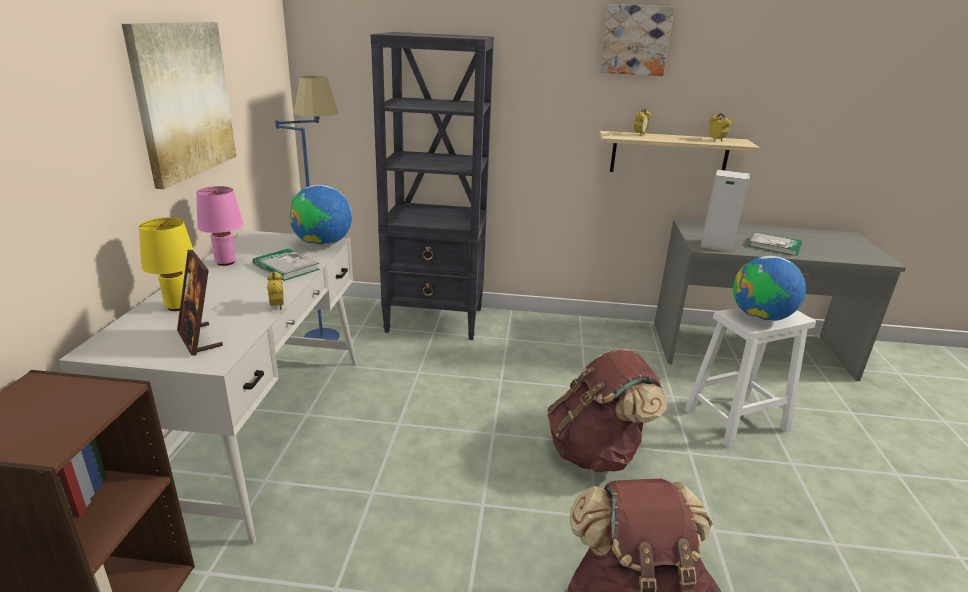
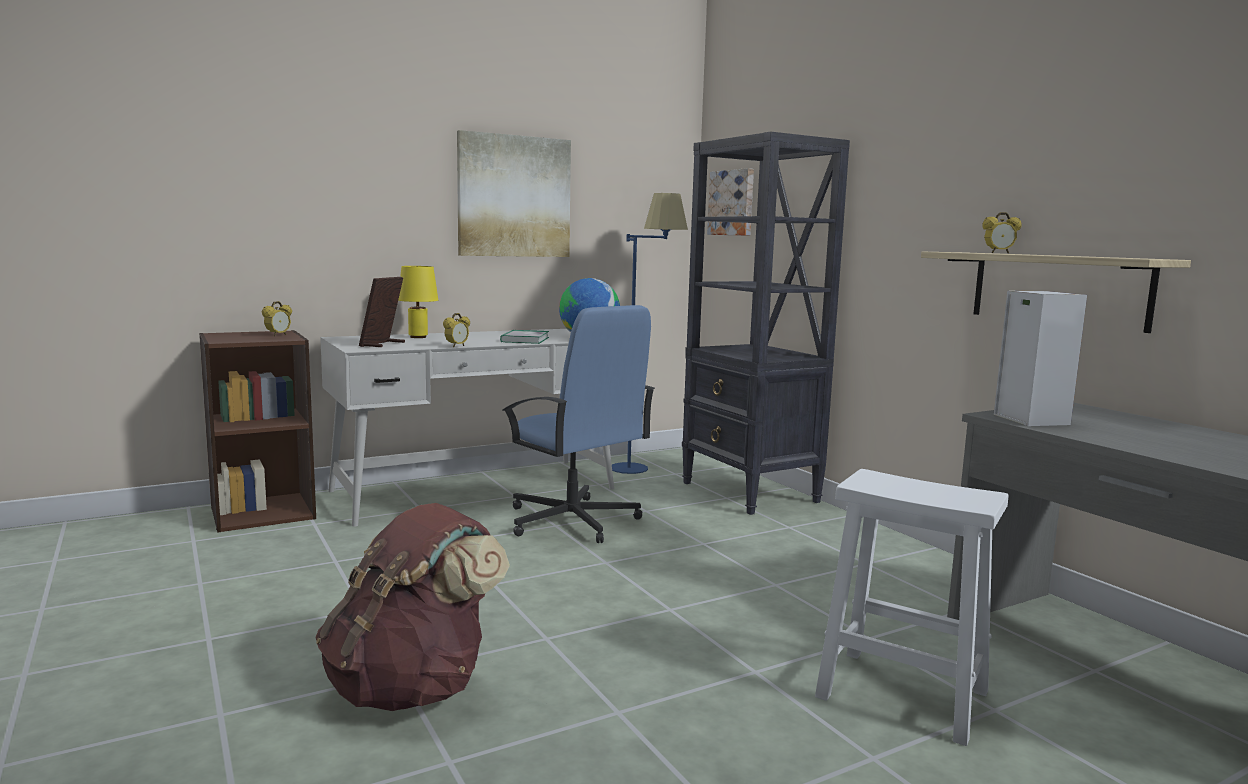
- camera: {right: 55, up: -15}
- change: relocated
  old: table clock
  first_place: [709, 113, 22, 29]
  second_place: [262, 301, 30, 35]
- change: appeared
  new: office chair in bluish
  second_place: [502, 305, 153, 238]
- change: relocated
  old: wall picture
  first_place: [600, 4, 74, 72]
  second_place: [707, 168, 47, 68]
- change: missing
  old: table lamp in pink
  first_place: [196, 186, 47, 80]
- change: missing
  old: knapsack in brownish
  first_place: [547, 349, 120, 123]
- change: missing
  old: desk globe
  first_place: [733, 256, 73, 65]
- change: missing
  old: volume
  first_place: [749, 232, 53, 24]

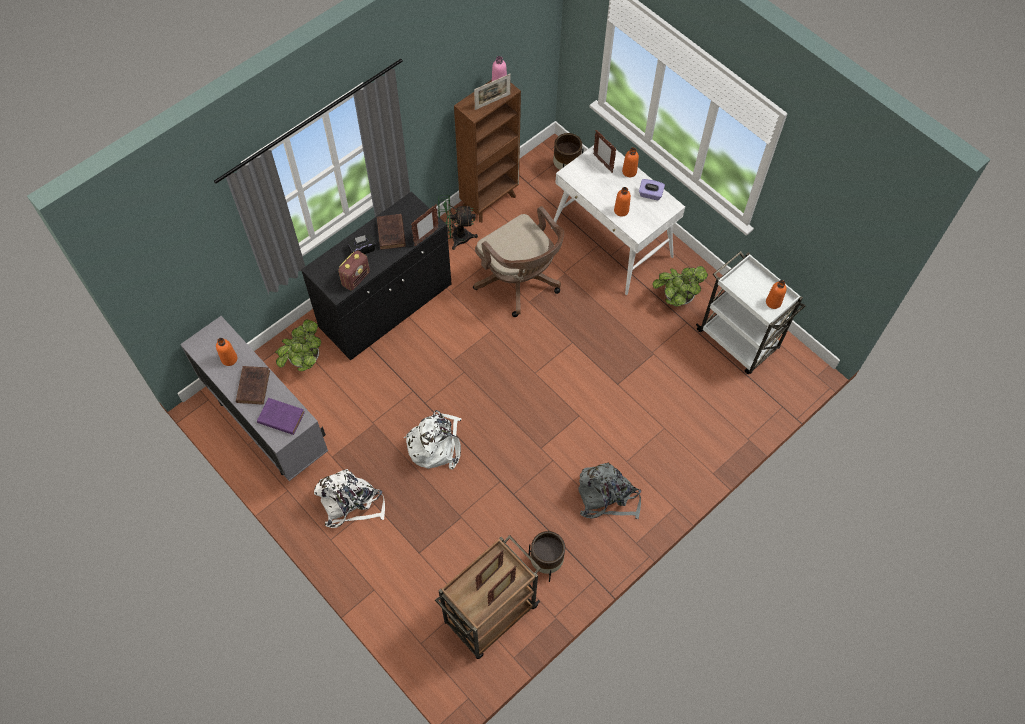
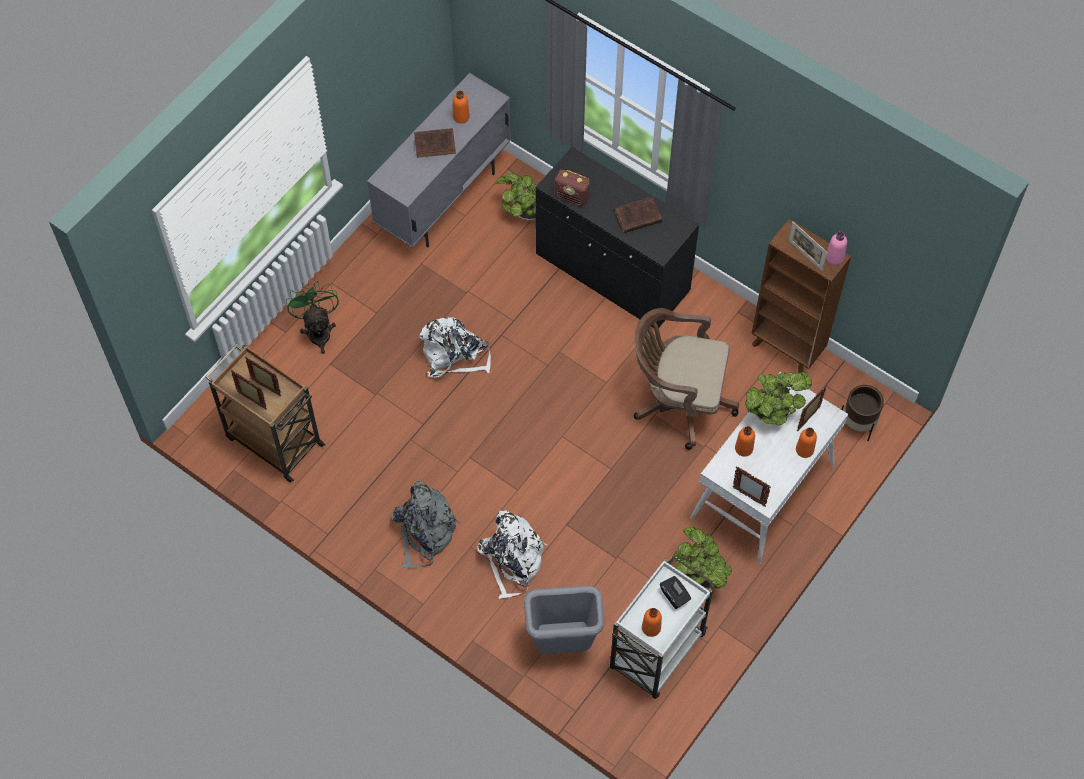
- camera: {right: 80, up: 0}
- change: relocated
  old: cooling fan in green-coloured
  first_place: [438, 195, 40, 55]
  second_place: [286, 281, 53, 73]
- change: relocated
  old: knapsack in white
  first_place: [314, 469, 71, 59]
  second_place: [477, 510, 71, 89]
- change: appeared
  new: trash can in greyish
  second_place: [524, 586, 80, 68]
- change: spun
  old: office chair in brownish
  first_place: [473, 206, 91, 111]
  second_place: [634, 308, 105, 142]
  degrees: 60
- change: relocated
  old: tissue holder in black
  first_place: [348, 235, 28, 19]
  second_place: [660, 576, 31, 33]
- change: relocated
  old: standing frame
  first_place: [411, 204, 28, 42]
  second_place: [733, 466, 38, 41]
- change: appeared
  new: potted plant
  second_place: [745, 372, 67, 53]
- change: missing
  old: volume in purplish
  first_place: [257, 398, 48, 37]
- change: missing
  old: planter in brownish
  first_place: [529, 531, 36, 51]
- change: missing
  old: tissue holder in purplish
  first_place: [639, 179, 26, 21]

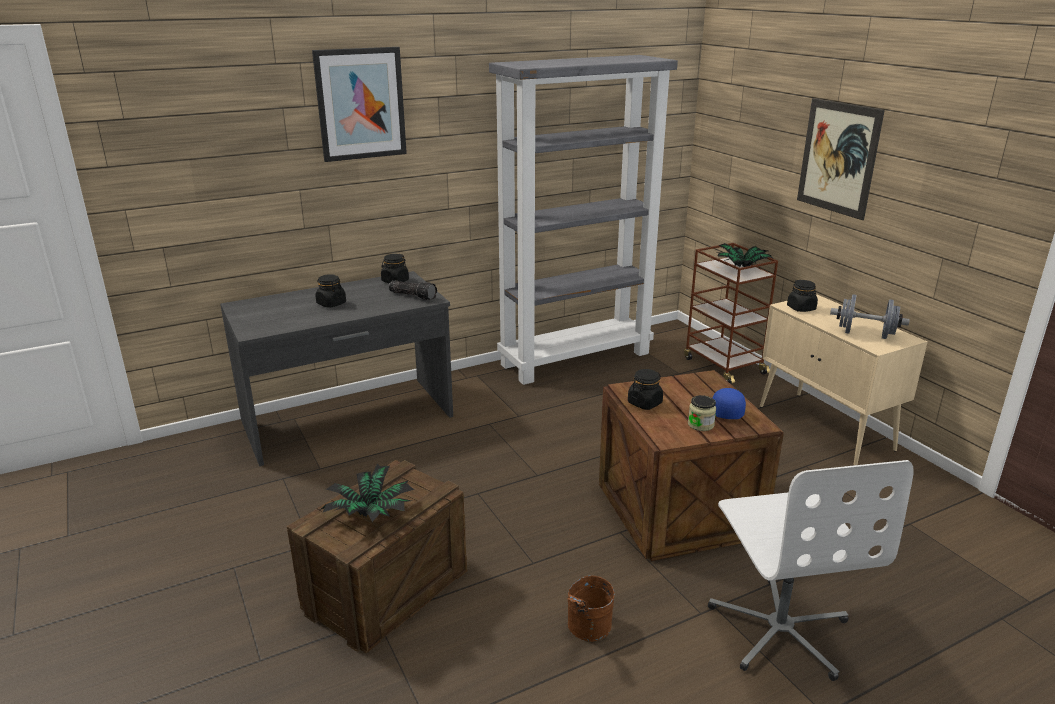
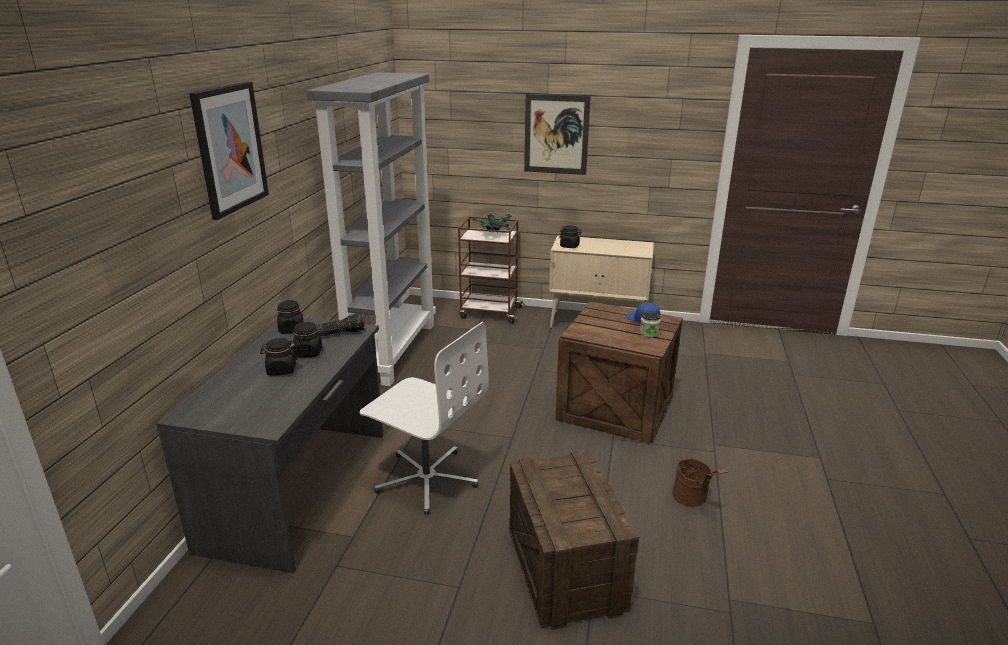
- camera: {right: -50, up: 0}
- change: relocated
  old: preserve jar in black
  first_place: [628, 369, 35, 41]
  second_place: [293, 322, 29, 35]
- change: relocated
  old: office chair in white
  first_place: [708, 460, 206, 221]
  second_place: [359, 322, 130, 193]
- change: missing
  old: potted plant
  first_place: [320, 464, 94, 58]
- change: missing
  old: dumbbell in greyish
  first_place: [830, 294, 80, 45]

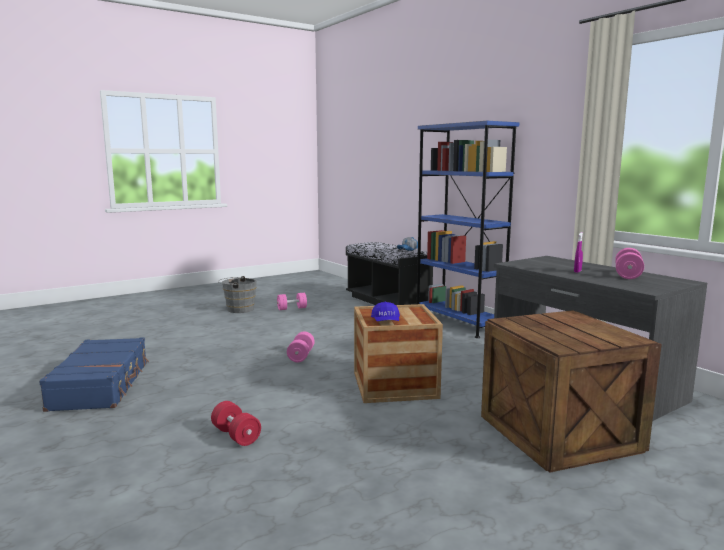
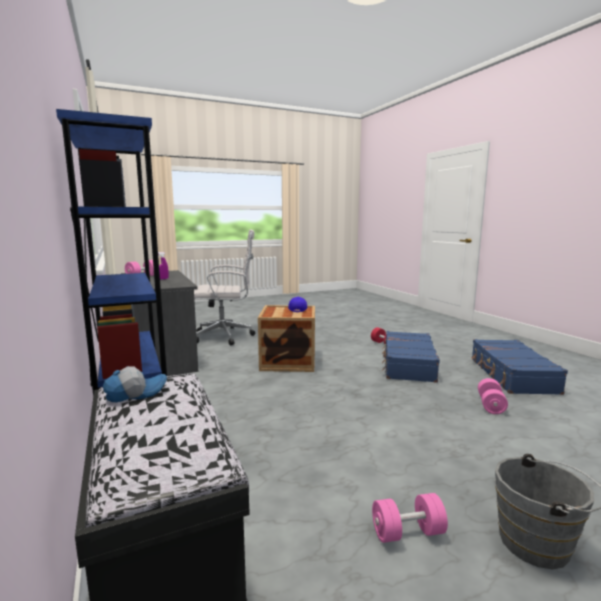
- camera: {right: -170, up: 0}
- change: exchanged
  old: shipping crate
  new: office chair in white
  first_place: [481, 310, 181, 163]
  second_place: [194, 229, 61, 116]
- change: appeared
  new: travel case in bluish
  second_place: [382, 331, 58, 52]
- change: relocated
  old: dumbbell in pink
  first_place: [287, 331, 28, 31]
  second_place: [478, 378, 30, 36]

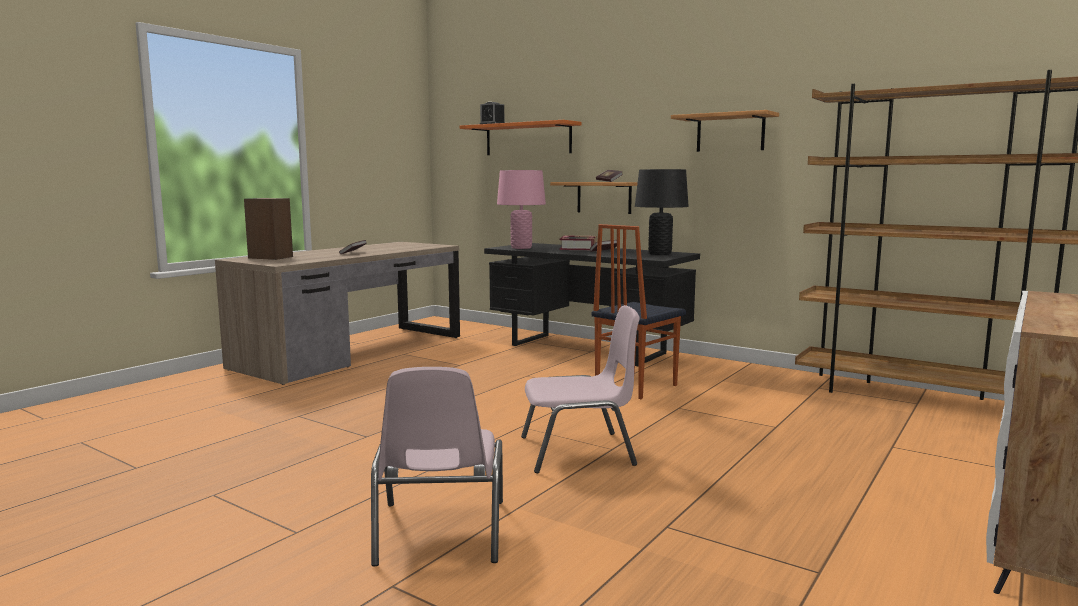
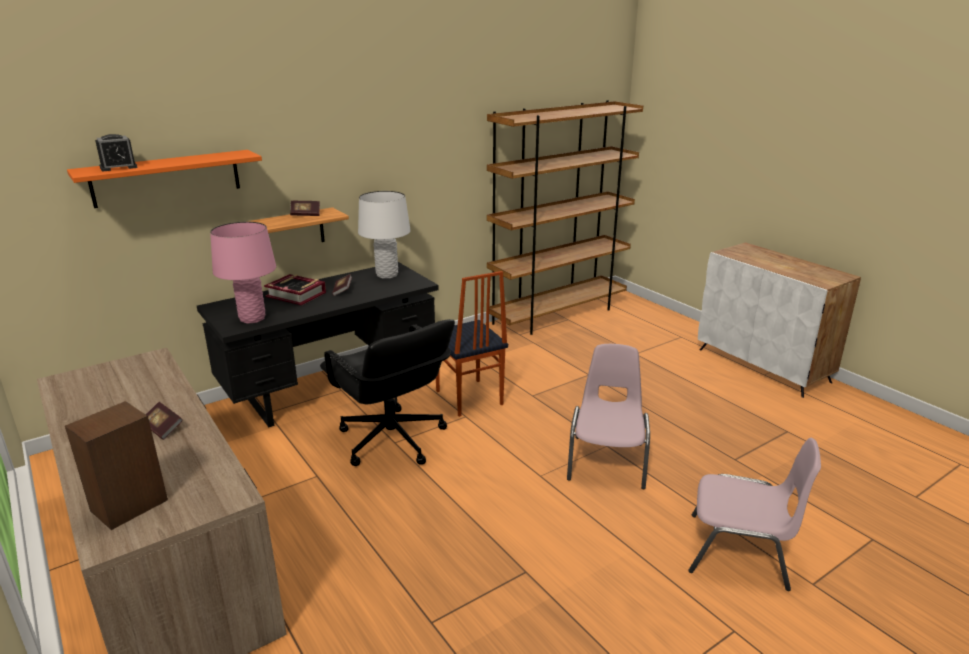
- camera: {right: -70, up: 15}
- change: appeared
  new: office chair in black
  second_place: [320, 319, 135, 147]
- change: colour
  old: table lamp in black
  new: table lamp in white
  first_place: [635, 169, 54, 86]
  second_place: [358, 191, 53, 88]
- change: missing
  old: shelf
  first_place: [671, 110, 108, 42]

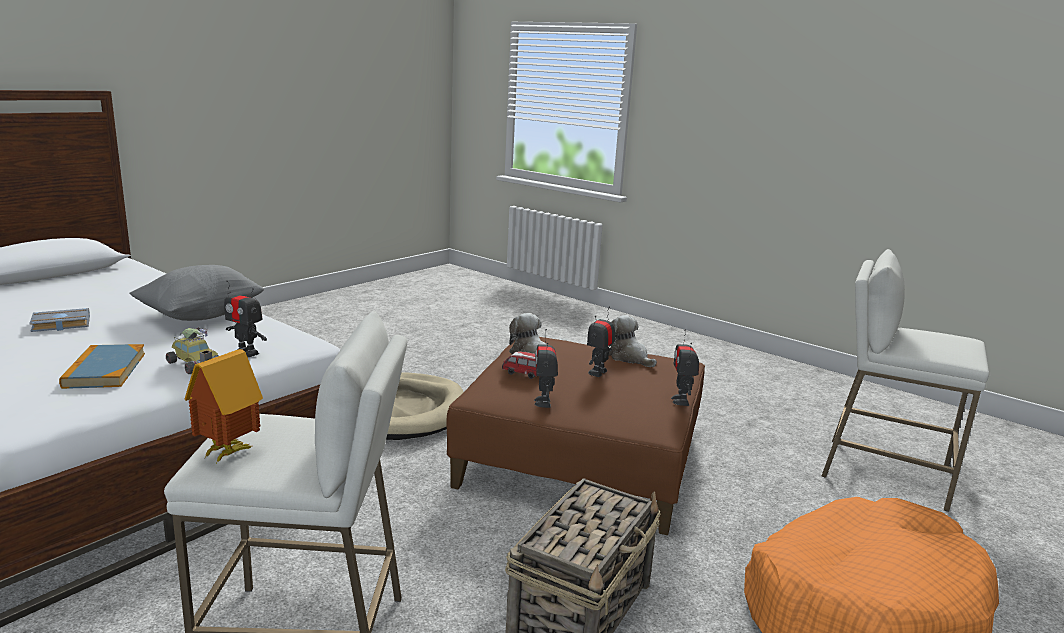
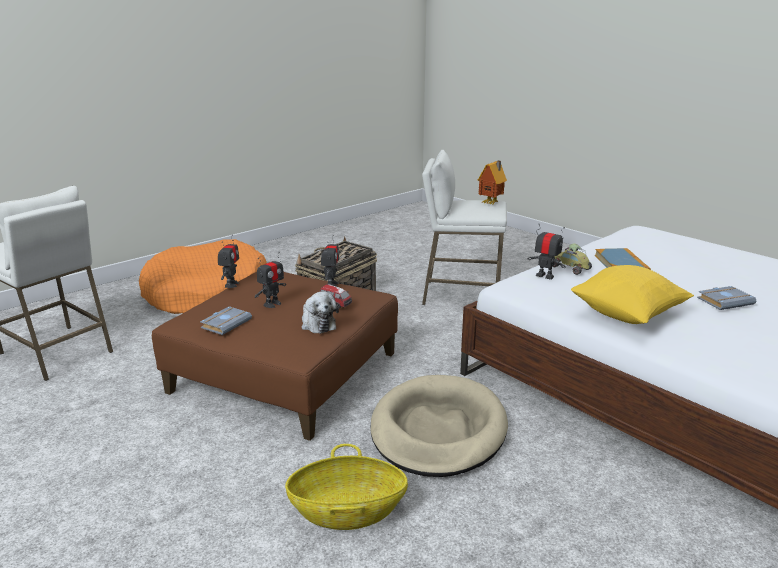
- camera: {right: -170, up: 5}
- change: exchanged
  old: plush toy
  new: volume in greyish
  first_place: [609, 315, 48, 52]
  second_place: [200, 306, 52, 29]
- change: appeared
  new: basket
  second_place: [285, 444, 123, 86]
- change: colour
  old: pillow in greyish
  new: pillow in yellow
  first_place: [129, 265, 135, 56]
  second_place: [571, 265, 123, 59]

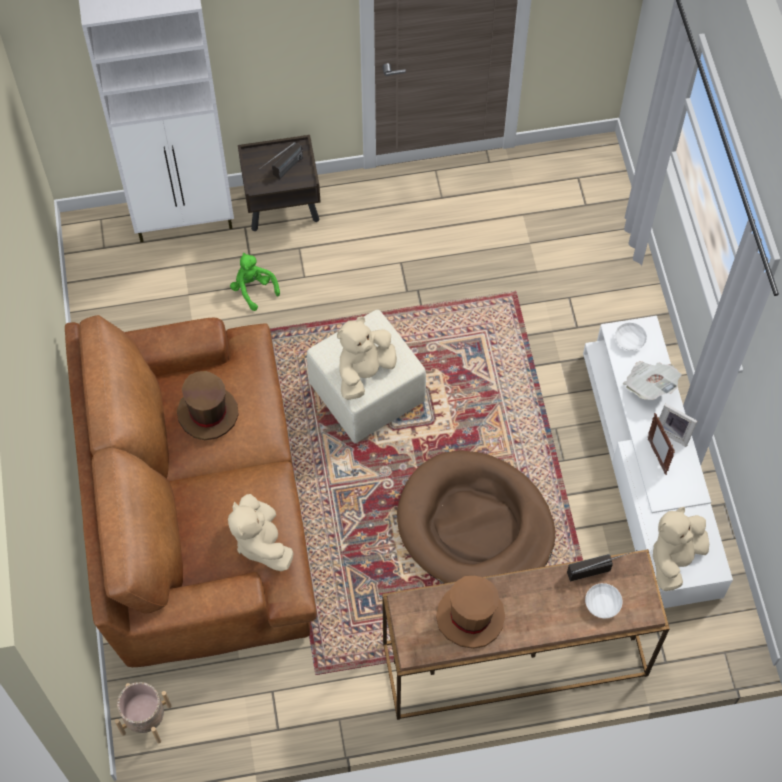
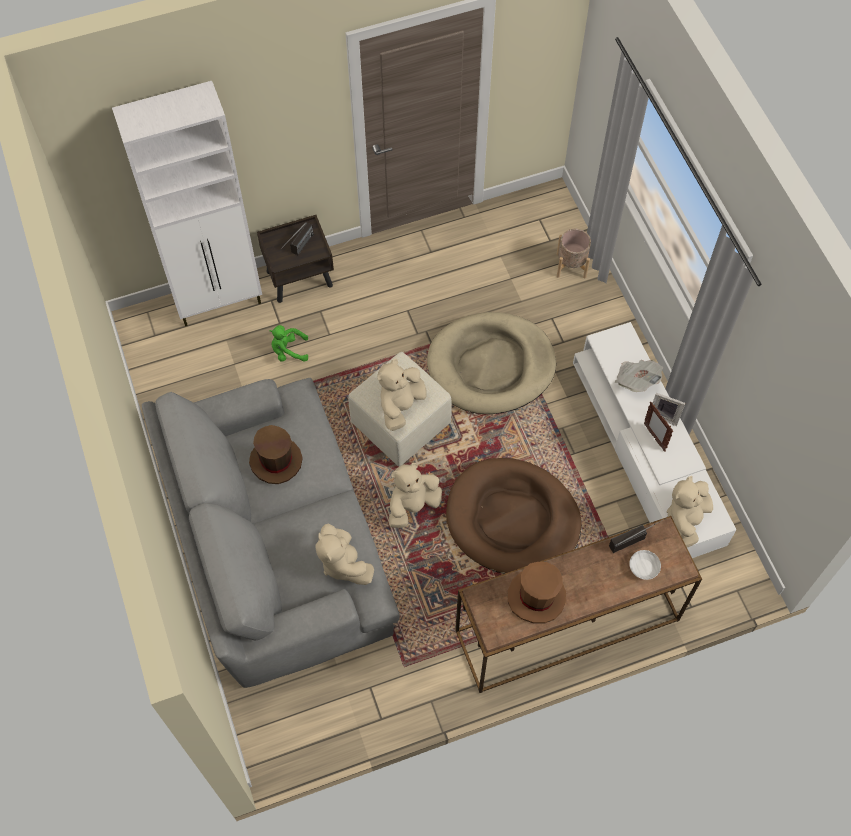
- camera: {right: -10, up: 0}
- change: colour
  old: settee in brownish
  new: settee in greyish
  first_place: [65, 315, 252, 352]
  second_place: [142, 378, 258, 310]
- change: spun
  old: plush toy in green-coloured
  first_place: [230, 253, 50, 58]
  second_place: [270, 325, 38, 37]
  degrees: -45
- change: appeared
  new: plush toy in sand-coloured
  second_place: [389, 463, 53, 65]
- change: appeared
  new: dog bed in sand-coloured
  second_place: [427, 312, 129, 102]
- change: relocated
  old: planter in sand-coloured
  first_place: [115, 682, 56, 61]
  second_place: [557, 229, 34, 49]
- change: missing
  old: deep dish in white
  first_place: [615, 322, 32, 29]

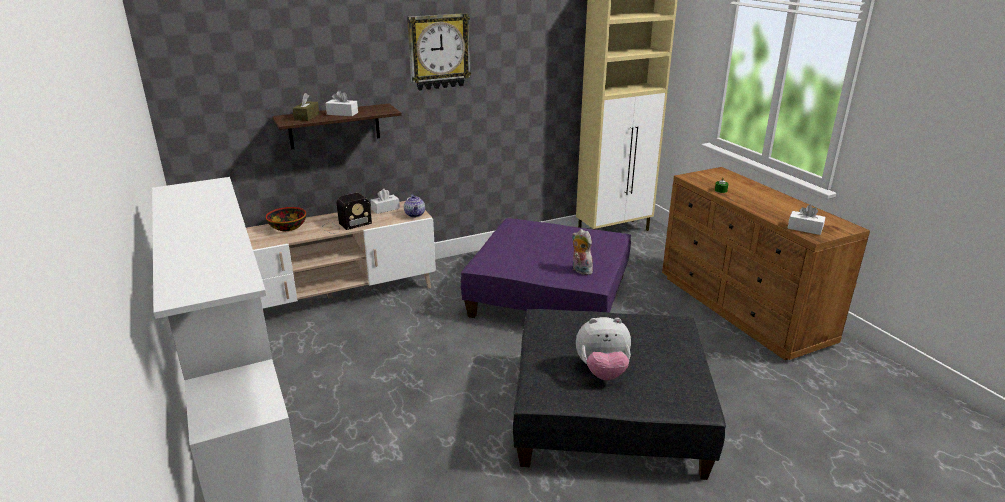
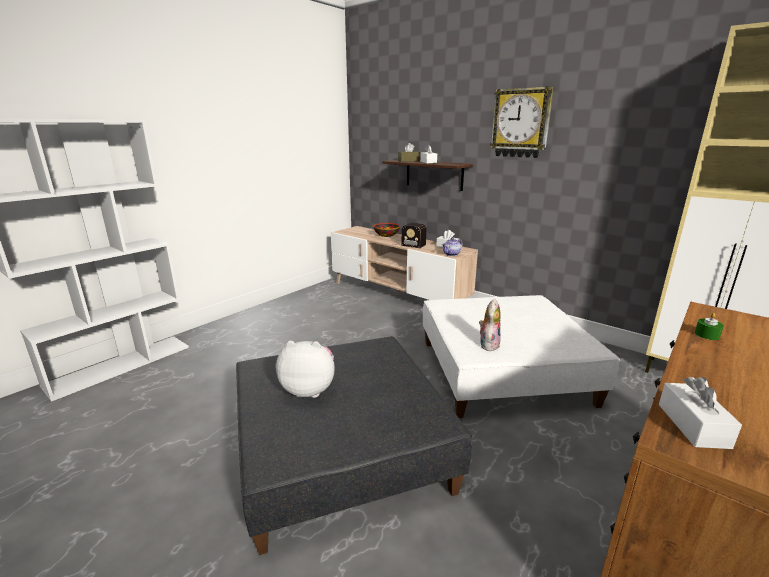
- camera: {right: 65, up: -5}
- change: spun
  old: plush toy
  first_place: [576, 317, 55, 63]
  second_place: [276, 341, 59, 57]
  degrees: 120
- change: colour
  old: ottoman in purplish
  new: ottoman in white
  first_place: [461, 218, 170, 100]
  second_place: [423, 295, 197, 123]

